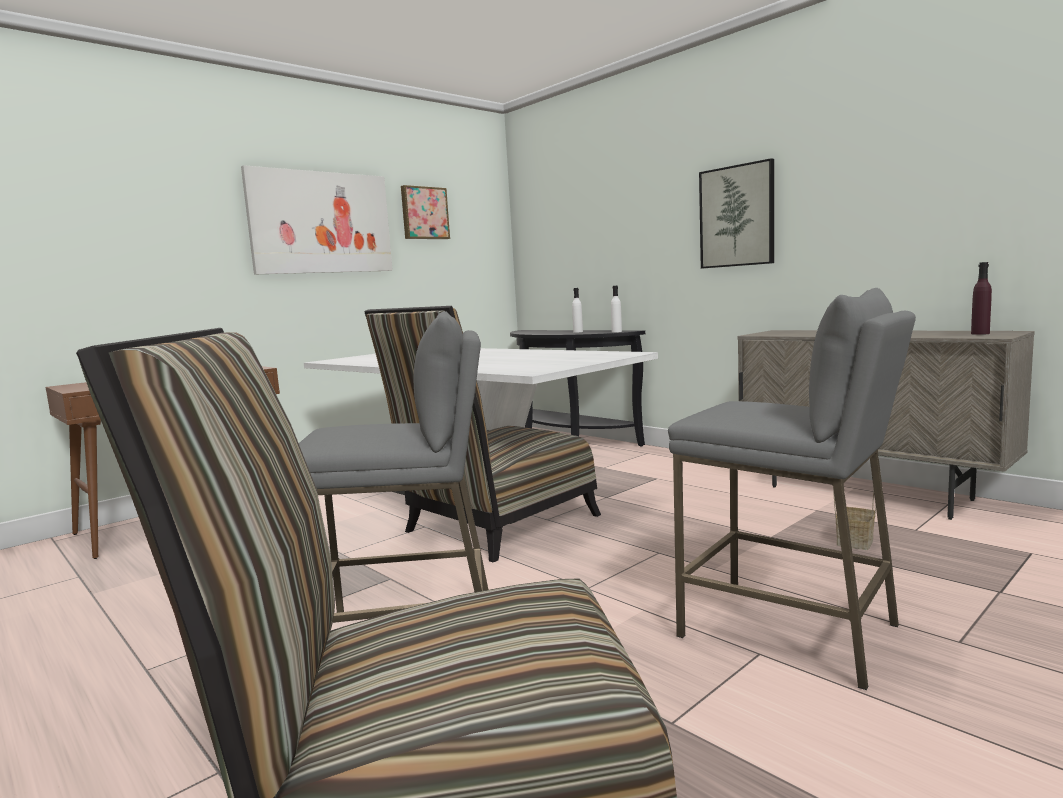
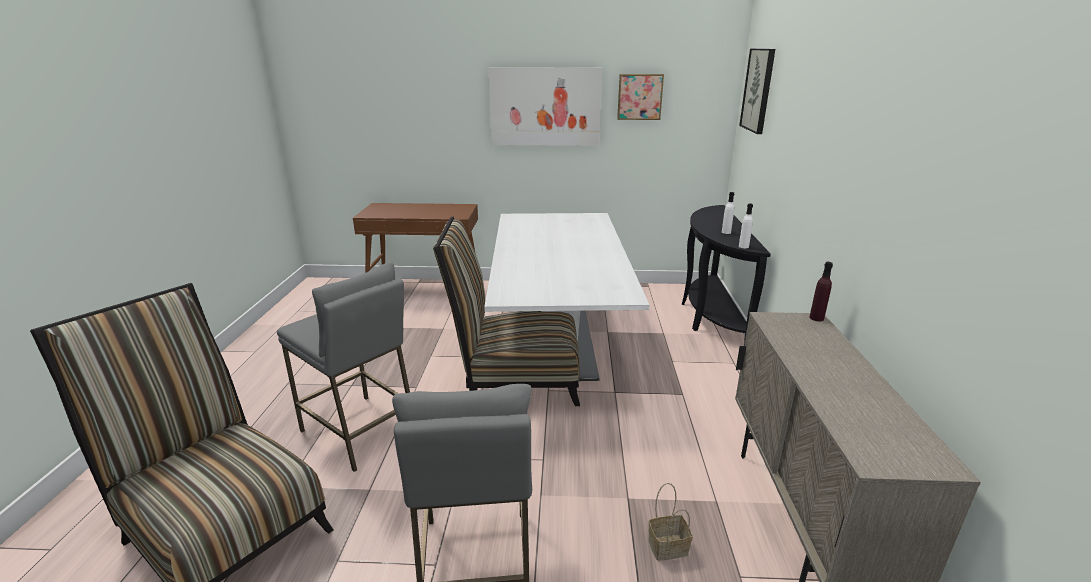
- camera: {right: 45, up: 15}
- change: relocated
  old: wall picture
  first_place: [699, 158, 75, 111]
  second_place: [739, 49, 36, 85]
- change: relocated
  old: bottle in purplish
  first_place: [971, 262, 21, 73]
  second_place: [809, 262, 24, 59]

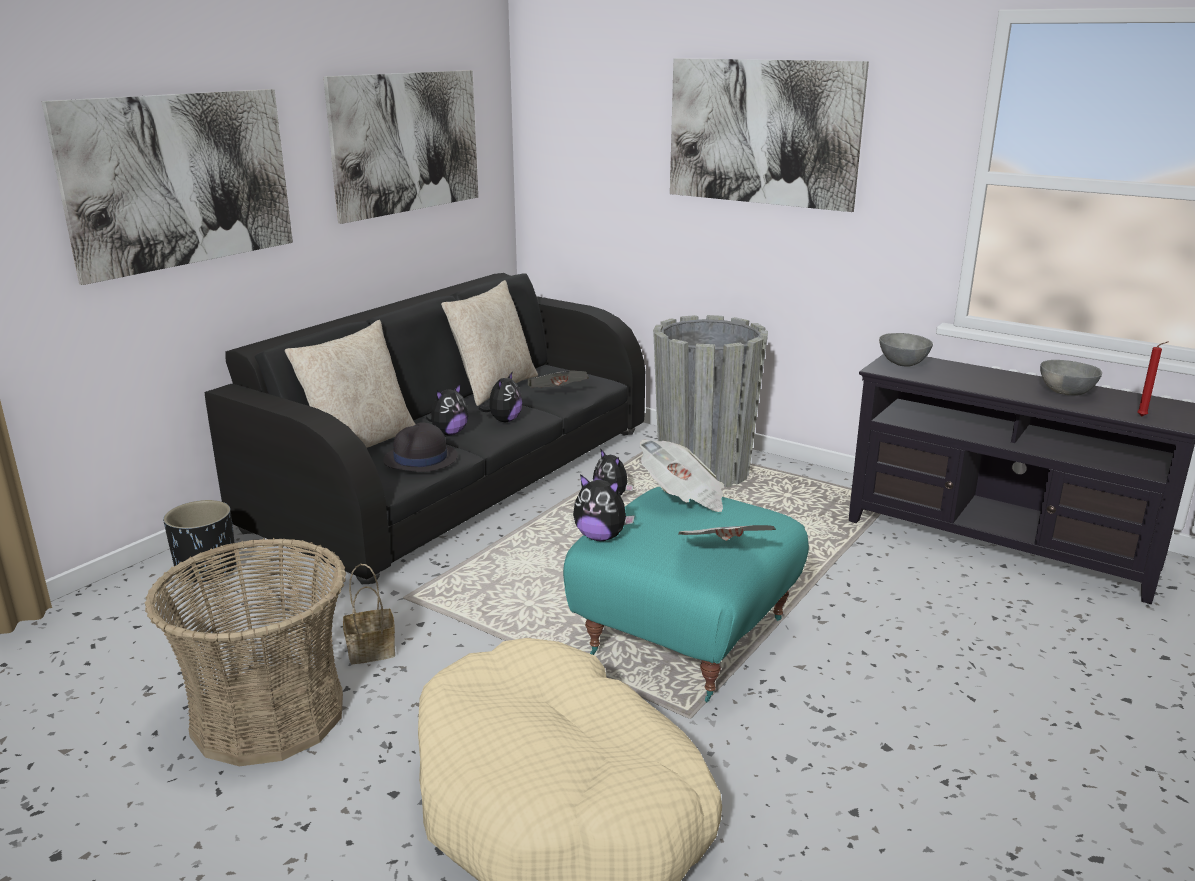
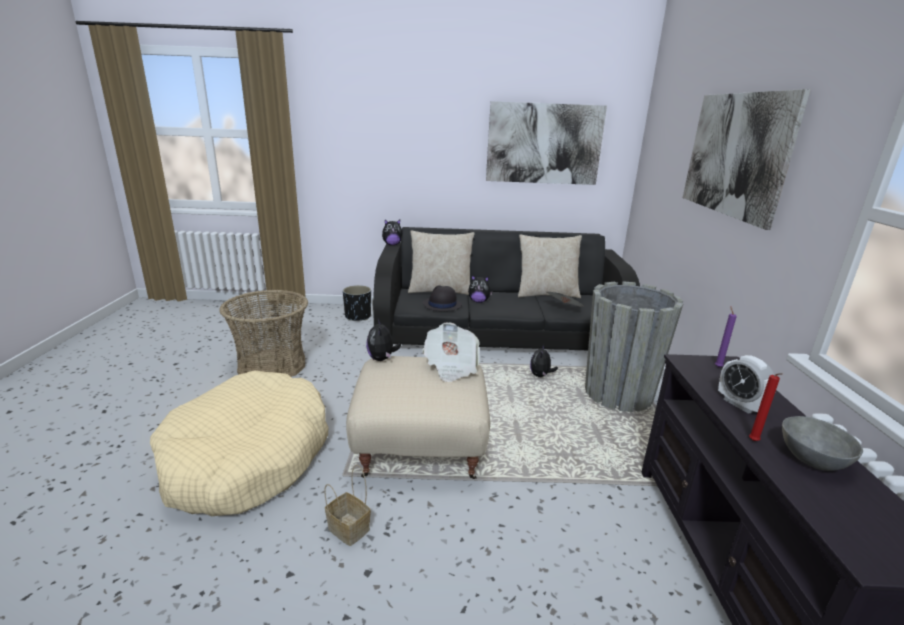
- camera: {right: 55, up: 0}
- change: relocated
  old: basket
  first_place: [343, 564, 52, 100]
  second_place: [324, 465, 47, 81]
- change: colour
  old: ottoman in blue-green
  new: ottoman in sand-coloured
  first_place: [563, 487, 246, 216]
  second_place: [346, 356, 144, 123]
- change: relocated
  old: plush toy
  first_place: [479, 371, 43, 51]
  second_place: [382, 220, 20, 25]
- change: exchanged
  old: deep dish in greyish
  new: wax light in purplish
  first_place: [879, 333, 54, 34]
  second_place: [715, 306, 22, 62]
- change: appeared
  new: table clock
  second_place: [718, 355, 56, 59]
- change: relocated
  old: wax light in reddish
  first_place: [1137, 341, 32, 75]
  second_place: [749, 373, 34, 68]
- change: missing
  old: wall picture
  first_place: [41, 89, 252, 196]
- change: missing
  old: printed paper
  first_place: [678, 525, 98, 16]

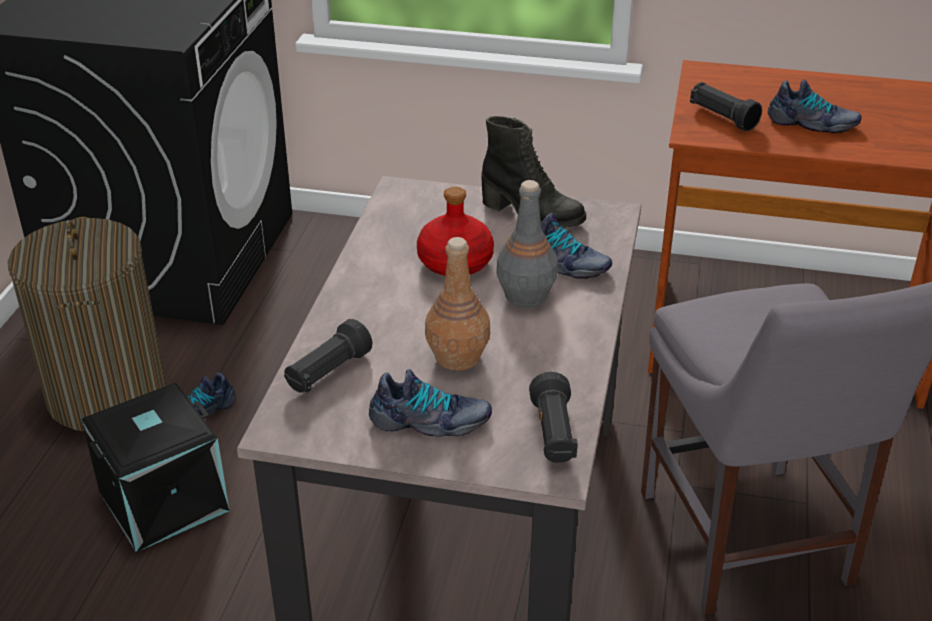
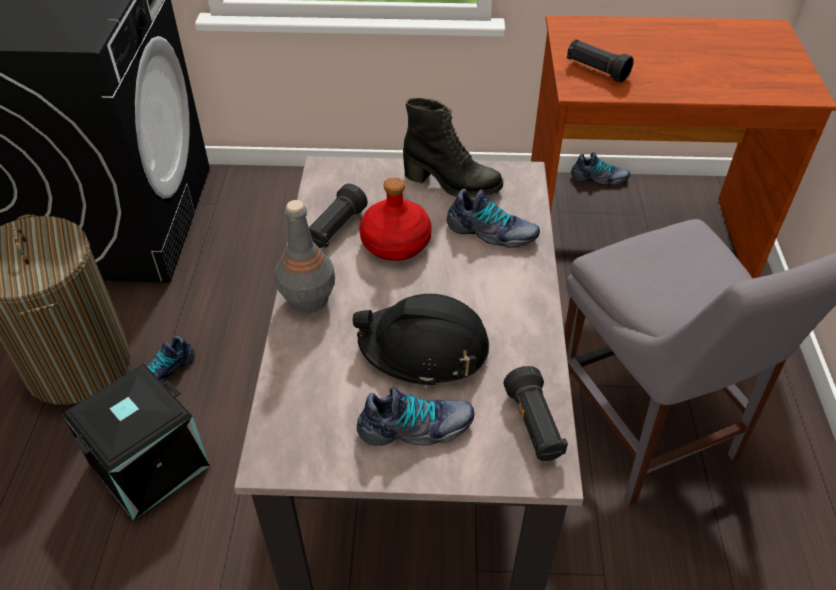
- camera: {right: -10, up: 10}
- change: relocated
  old: bottle in greyish
  first_place: [496, 180, 62, 127]
  second_place: [275, 200, 60, 113]
- change: relocated
  old: torch in black
  first_place: [284, 319, 88, 74]
  second_place: [309, 184, 58, 64]
- change: exchanged
  old: bottle in brownish
  new: safety helmet in black
  first_place: [425, 237, 65, 134]
  second_place: [353, 294, 136, 93]
- change: relocated
  old: item of footwear
  first_place: [768, 79, 94, 54]
  second_place: [571, 152, 59, 33]

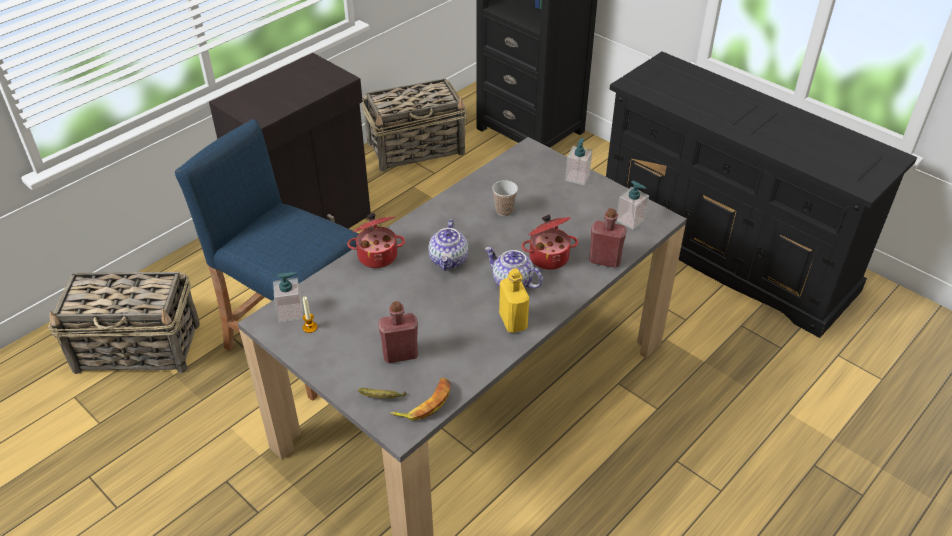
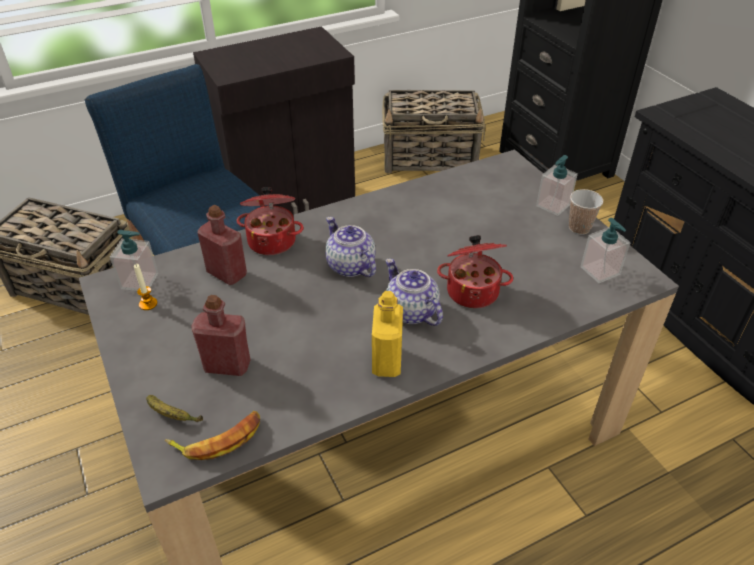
- camera: {right: 20, up: 0}
- change: relocated
  old: bottle in reddish
  first_place: [589, 208, 38, 60]
  second_place: [198, 205, 49, 80]
- change: spun
  old: tea pot
  first_place: [428, 219, 40, 52]
  second_place: [325, 217, 51, 60]
  degrees: 120
- change: relocated
  old: cup
  first_place: [492, 180, 26, 36]
  second_place: [569, 189, 34, 46]

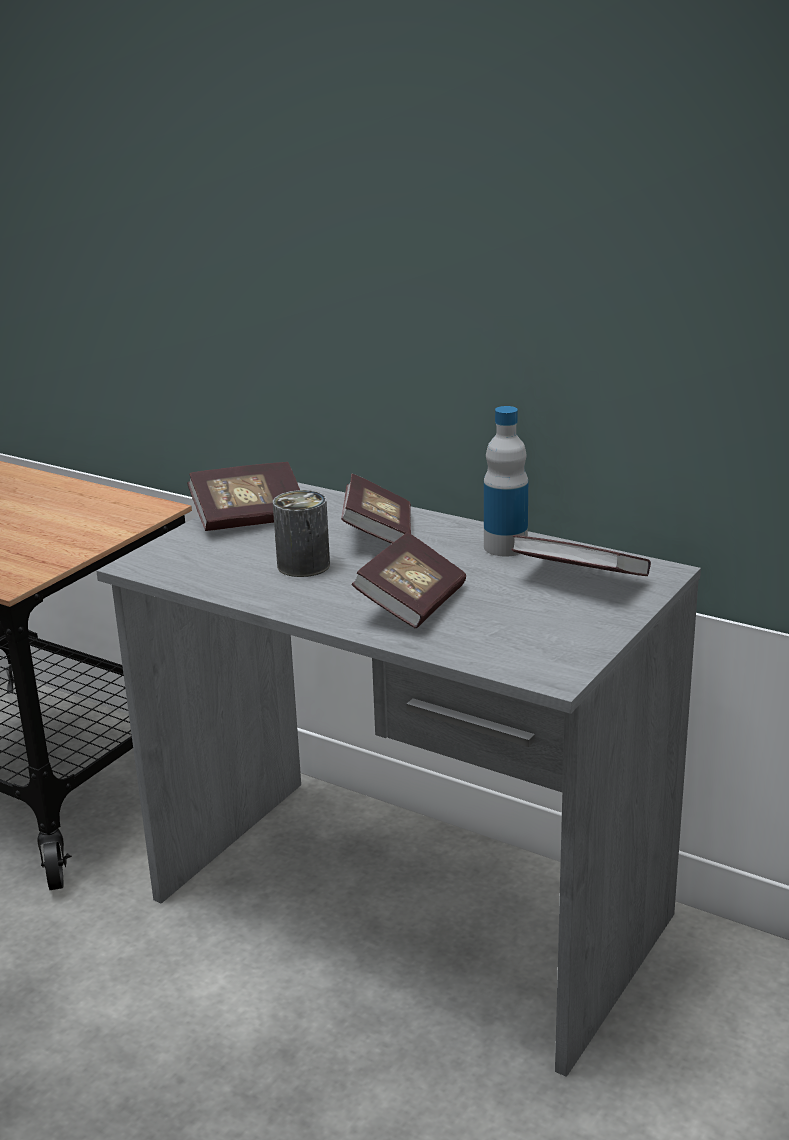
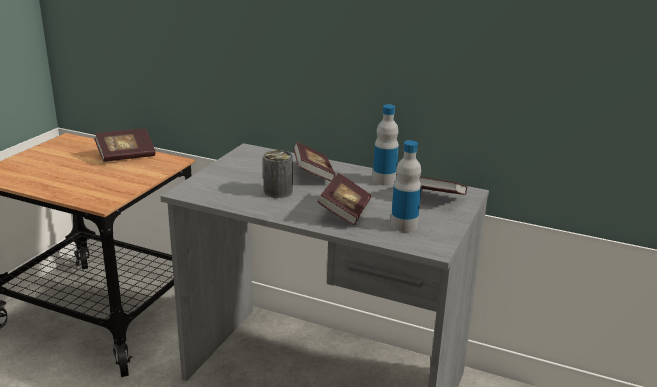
- camera: {right: -10, up: 0}
- change: relocated
  old: volume
  first_place: [187, 462, 113, 69]
  second_place: [94, 128, 62, 34]
- change: appeared
  new: bottle
  second_place: [391, 140, 30, 92]

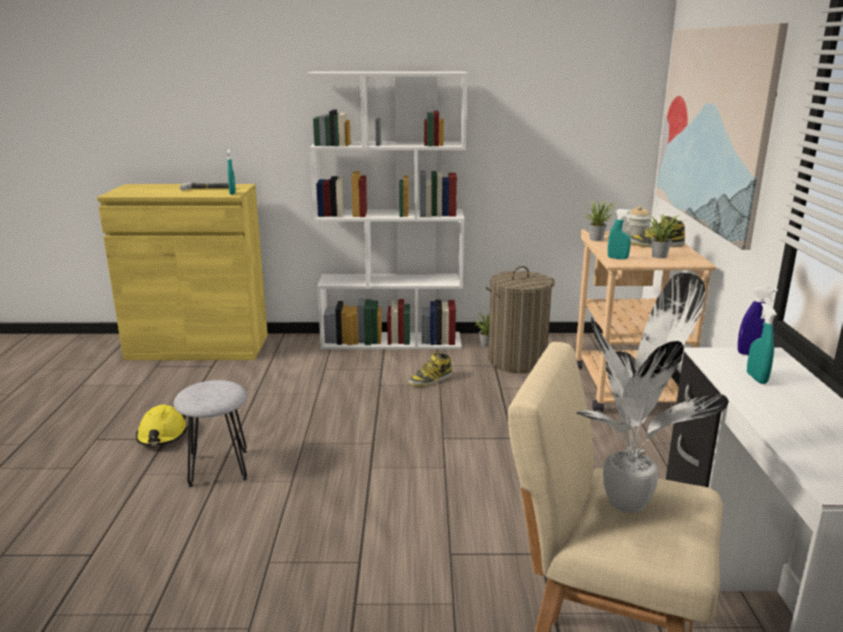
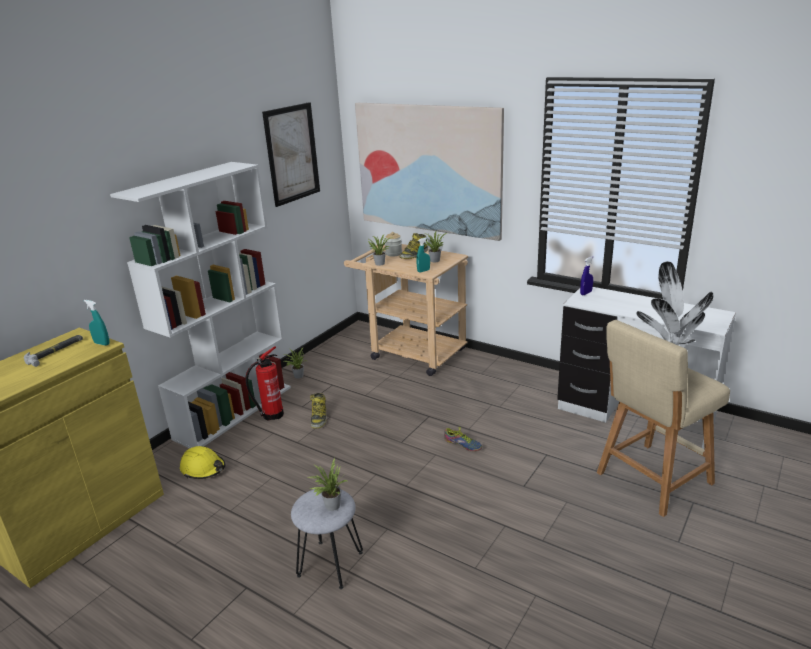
- camera: {right: -55, up: 5}
- change: relocated
  old: safety helmet in yellow
  first_place: [136, 405, 52, 41]
  second_place: [180, 446, 46, 33]
- change: appeared
  new: extinguisher
  second_place: [245, 346, 39, 75]
- change: appeared
  new: wall picture
  second_place: [262, 102, 58, 105]
- change: appeared
  new: potted plant
  second_place: [307, 458, 40, 53]
- change: appeared
  new: item of footwear
  second_place: [444, 427, 38, 24]
- change: missing
  old: washing basket
  first_place: [486, 266, 69, 107]
- change: missing
  old: sprayer in blue-green
  first_place: [747, 303, 30, 81]

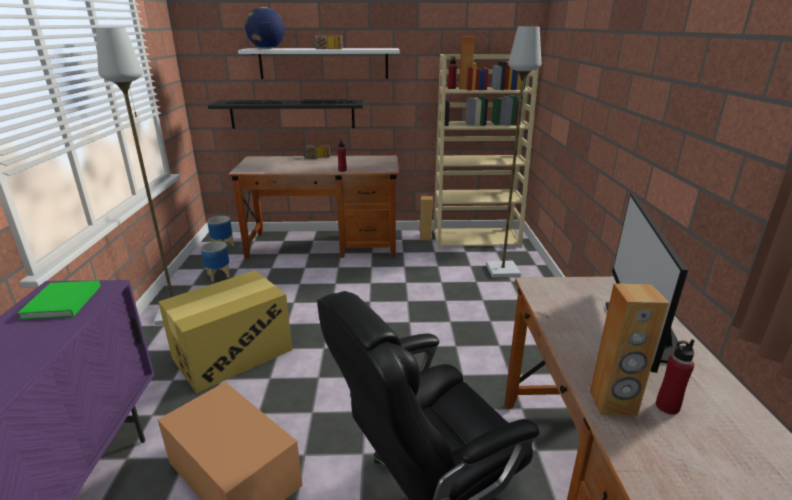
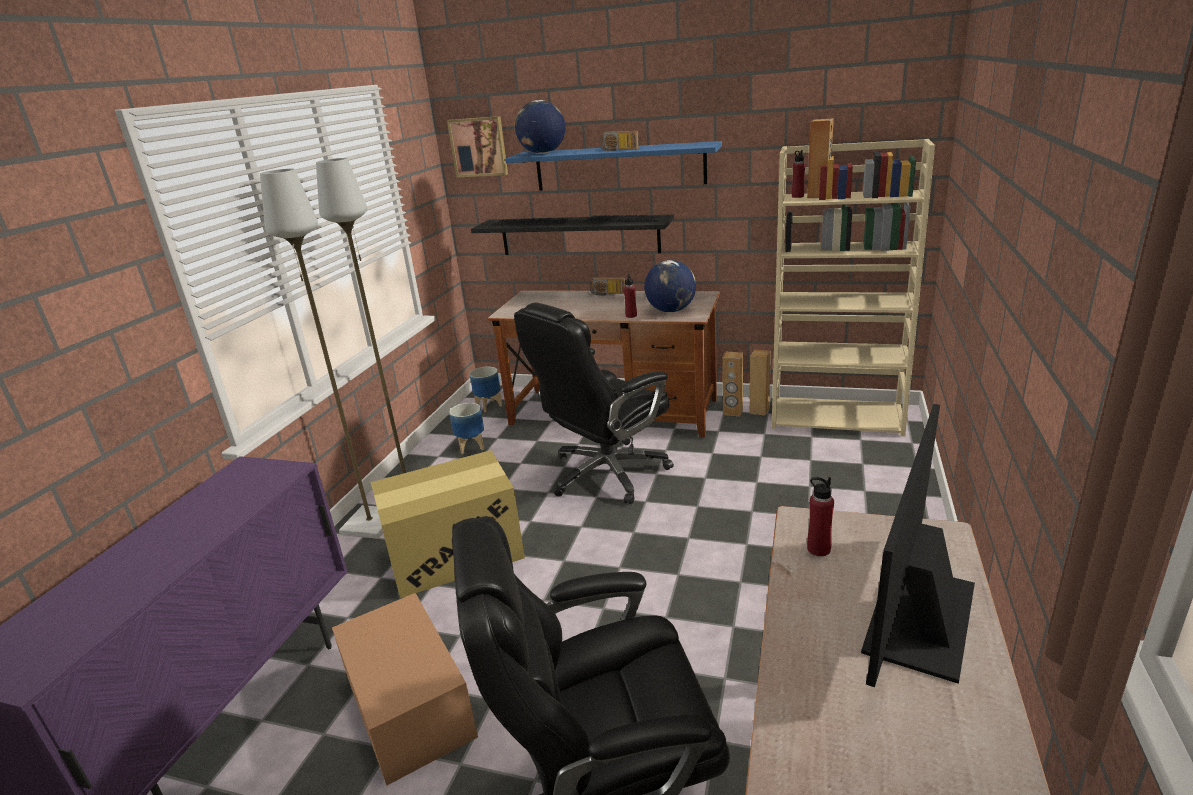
- camera: {right: 20, up: 0}
- change: relocated
  old: standing lamp in greyish
  first_place: [486, 27, 55, 251]
  second_place: [260, 169, 123, 370]
- change: appeared
  new: wall picture
  second_place: [447, 116, 61, 62]
- change: colour
  old: shelf in white
  new: shelf in bluish
  first_place: [238, 48, 162, 31]
  second_place: [505, 141, 217, 50]
- change: appeared
  new: office chair in black
  second_place: [514, 303, 160, 201]
- change: appeared
  new: desk globe
  second_place: [644, 260, 52, 52]
- change: relocated
  old: loudspeaker in brownish
  first_place: [590, 283, 79, 133]
  second_place: [723, 352, 20, 64]
- change: relocated
  old: bottle in reddish
  first_place: [656, 339, 39, 76]
  second_place: [807, 477, 27, 79]
- change: missing
  old: volume in green-coloured
  first_place: [17, 280, 84, 40]

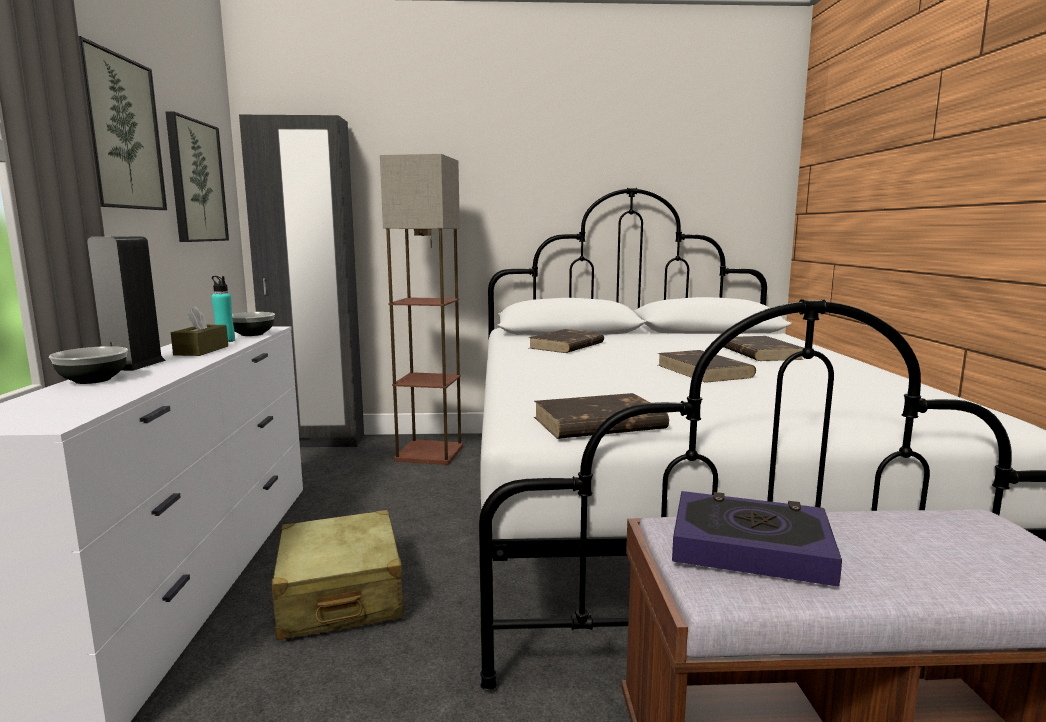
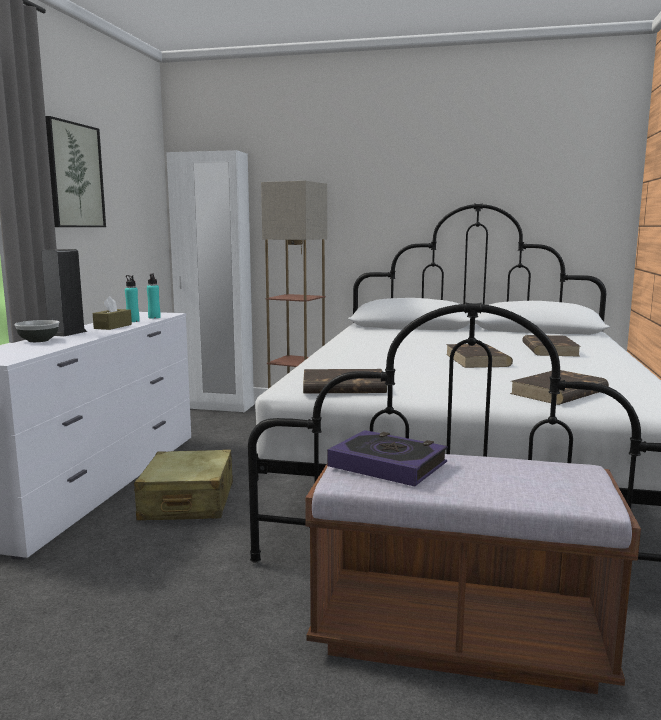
- camera: {right: 15, up: 0}
- change: exchanged
  old: deep dish
  new: bottle in blue-green
  first_place: [232, 312, 43, 24]
  second_place: [147, 273, 14, 46]
- change: colour
  old: wardrobe in black
  new: wardrobe in white
  first_place: [239, 115, 125, 332]
  second_place: [166, 150, 88, 262]
- change: relocated
  old: volume in brownish
  first_place: [529, 329, 75, 24]
  second_place: [510, 370, 99, 35]
- change: missing
  old: wall picture
  first_place: [166, 111, 63, 131]

